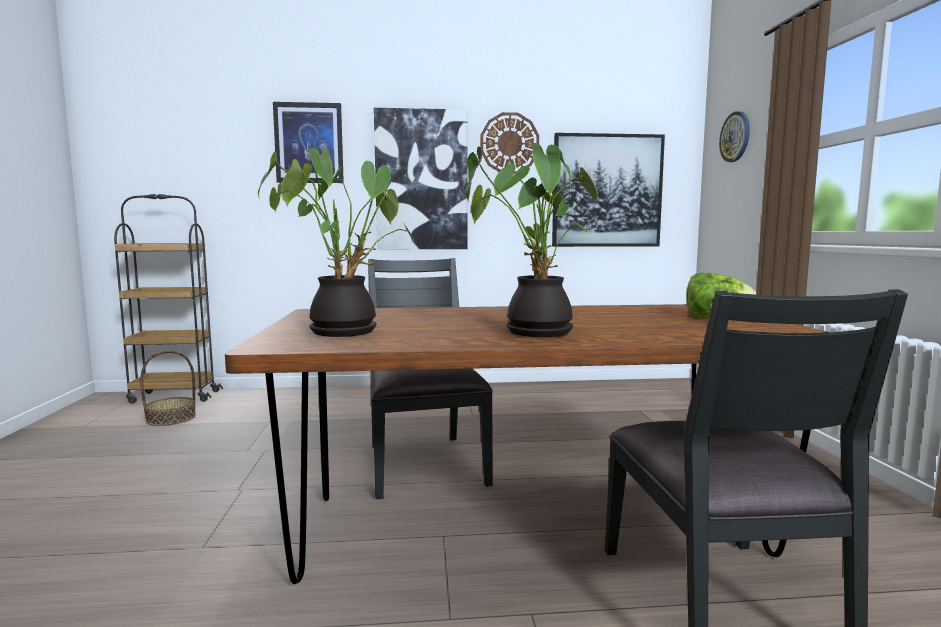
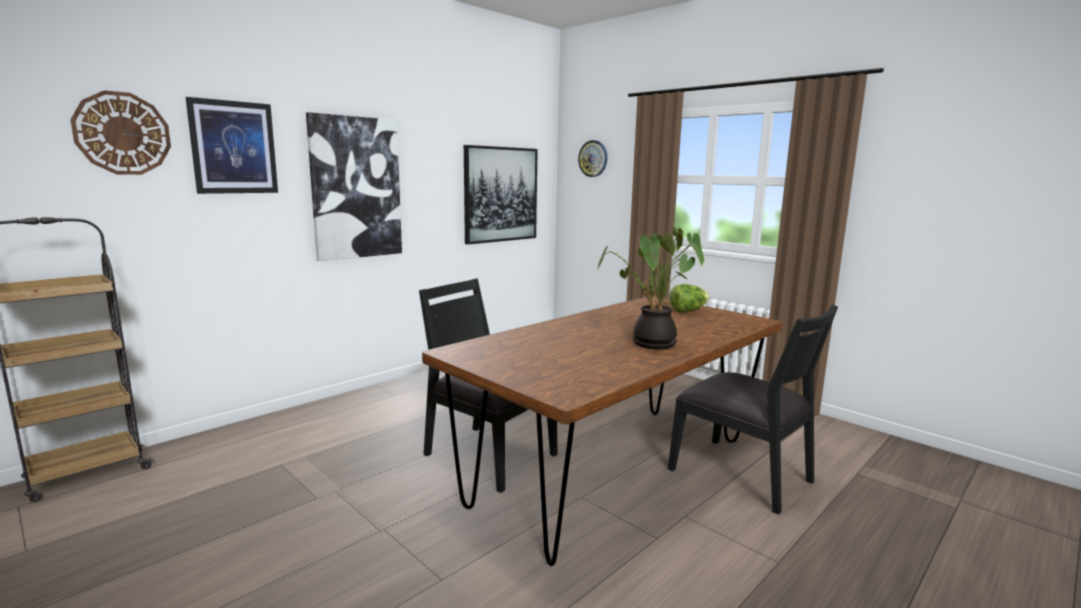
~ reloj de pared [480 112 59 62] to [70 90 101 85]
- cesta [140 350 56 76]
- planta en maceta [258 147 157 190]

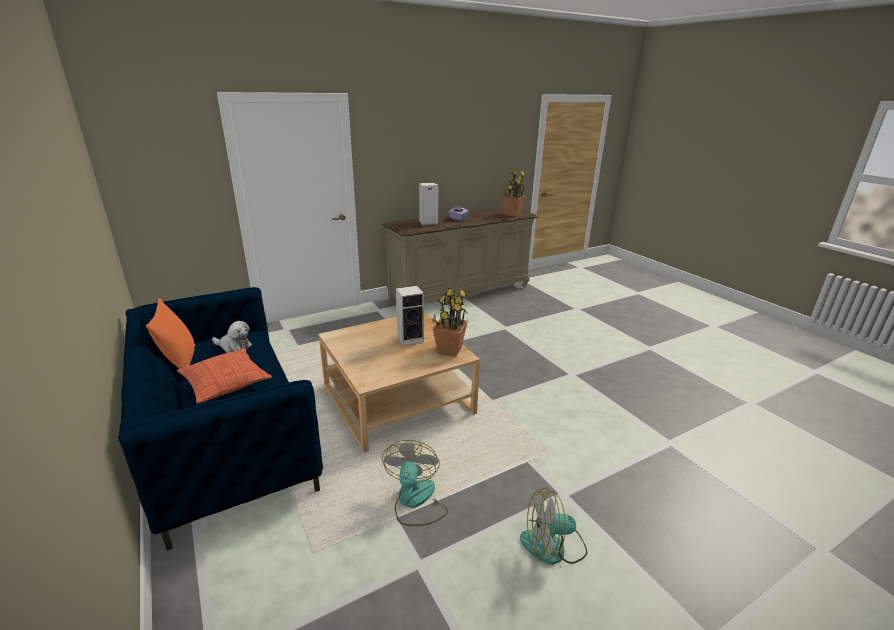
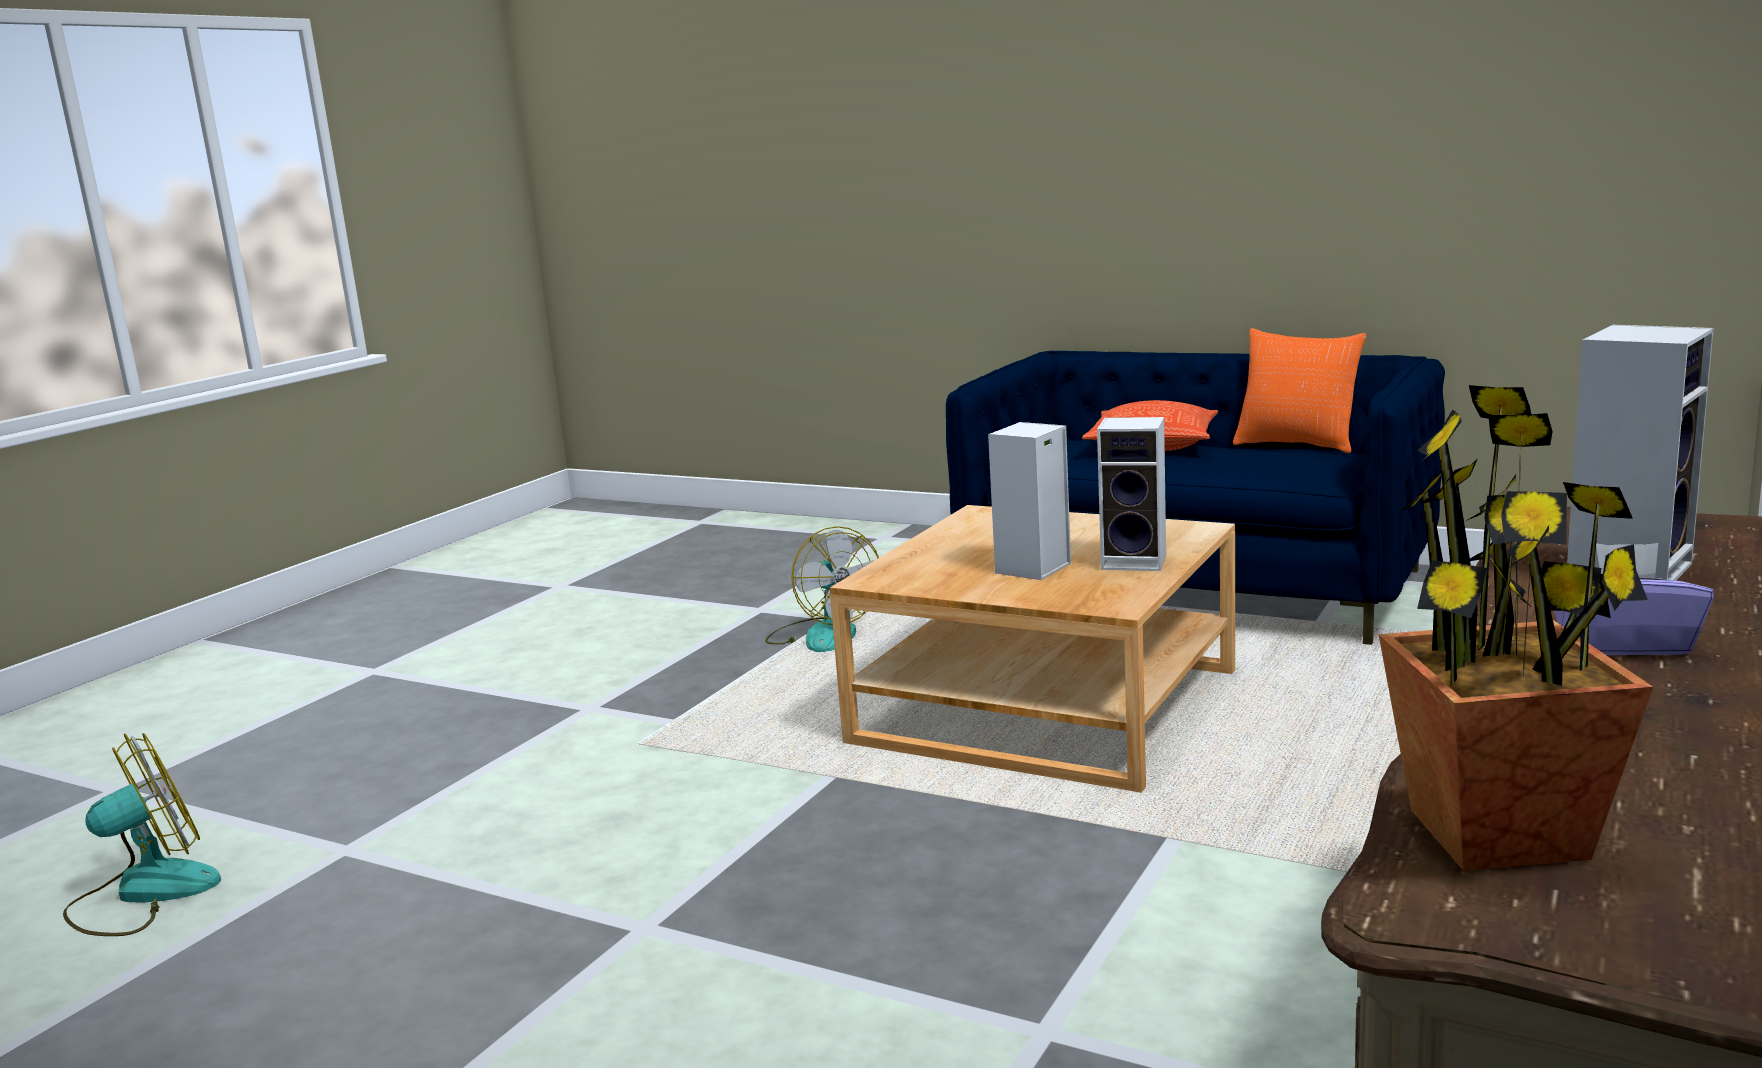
~ ventilador [520 487 67 78] to [63 733 158 203]
+ altavoz [1097 417 69 154]
- peluche [212 321 40 32]
- planta en maceta [432 288 36 68]

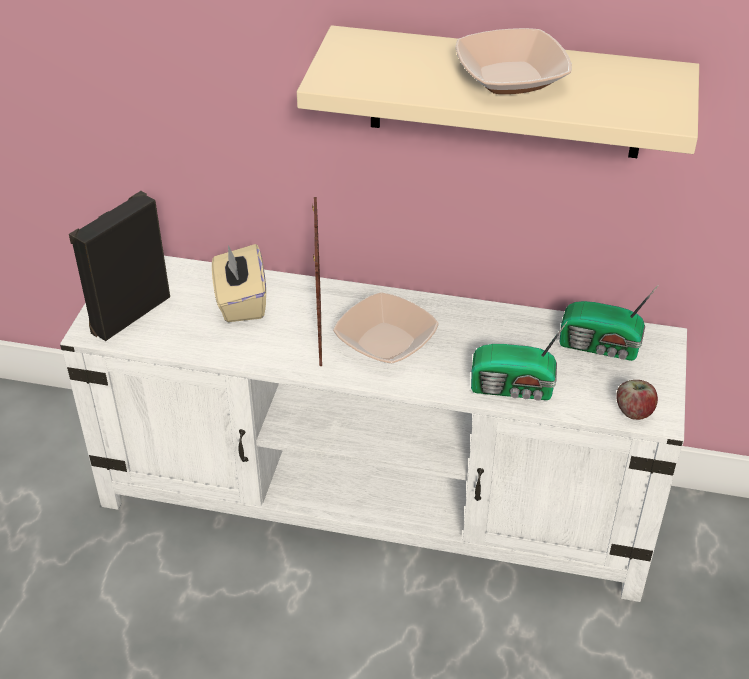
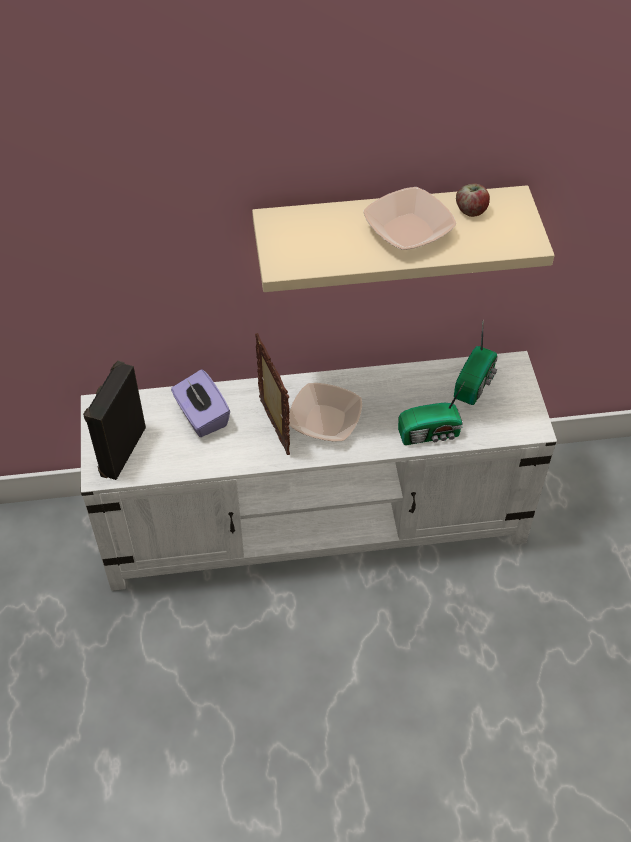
~ caja de pañuelos (beis) [212 244 54 78] to caja de pañuelos (morado) [171 369 59 68]
~ radio [559 284 100 77] = [454 324 44 81] 60 degrees counterclockwise
~ manzana [616 380 42 40] to [456 183 34 34]

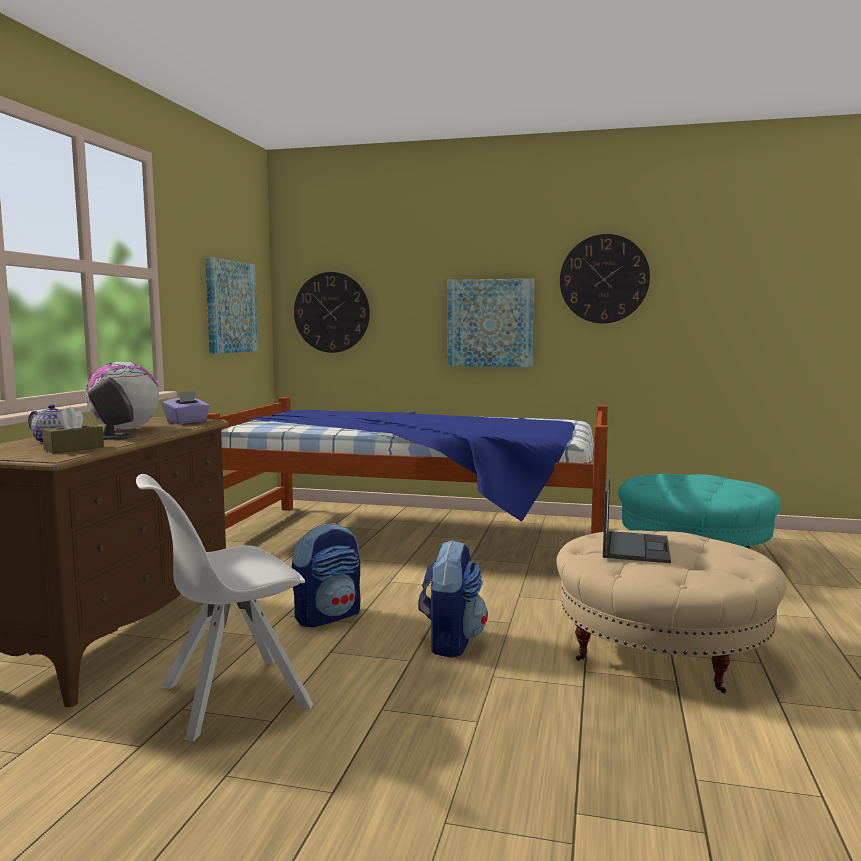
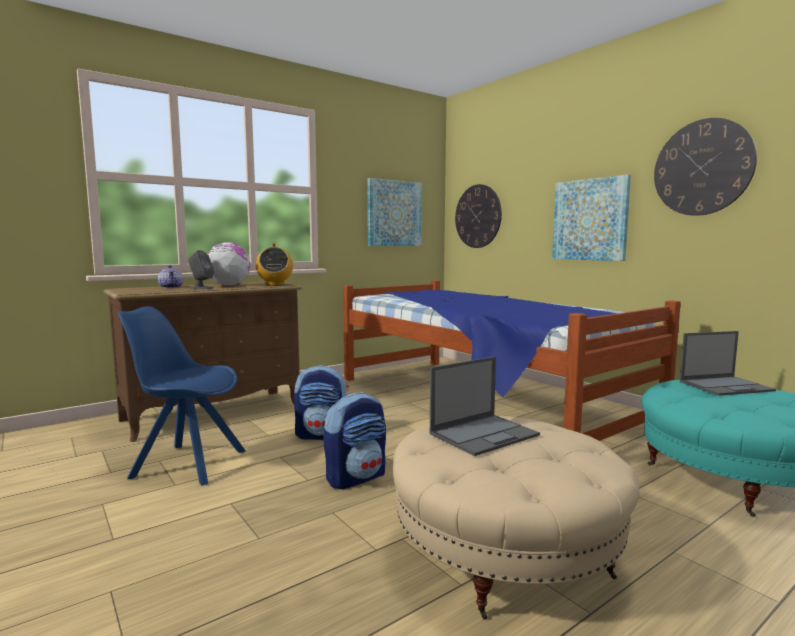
~ silla (blanco) [136 474 177 267] to silla (azul) [118 306 128 180]
~ caja de pañuelos (morado) [162 391 48 33] to radio [256 243 37 43]
+ portátil [680 331 96 65]
- caja de pañuelos (marrón) [42 407 62 46]

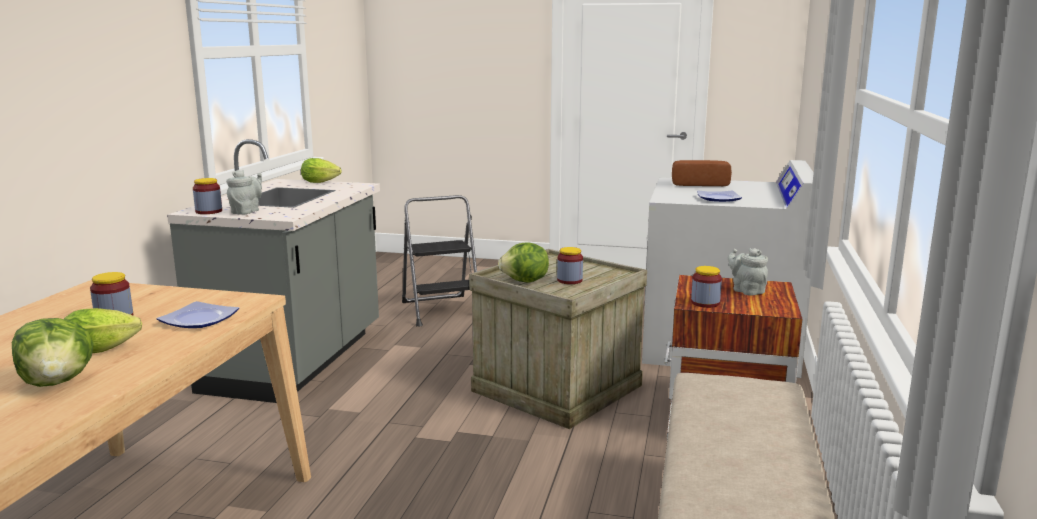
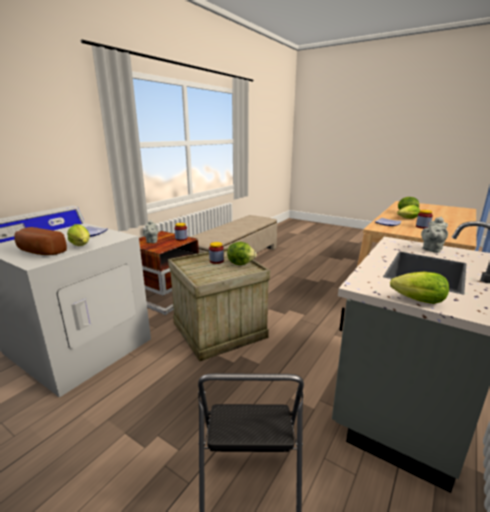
+ lechuga [67 224 23 22]
- tarro [193 178 29 36]

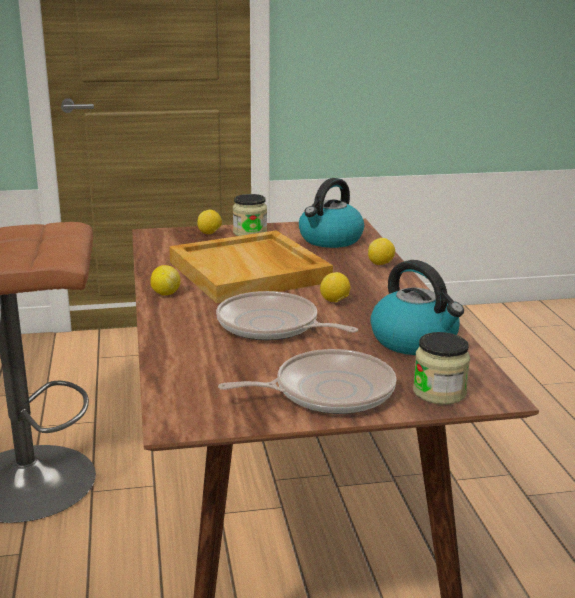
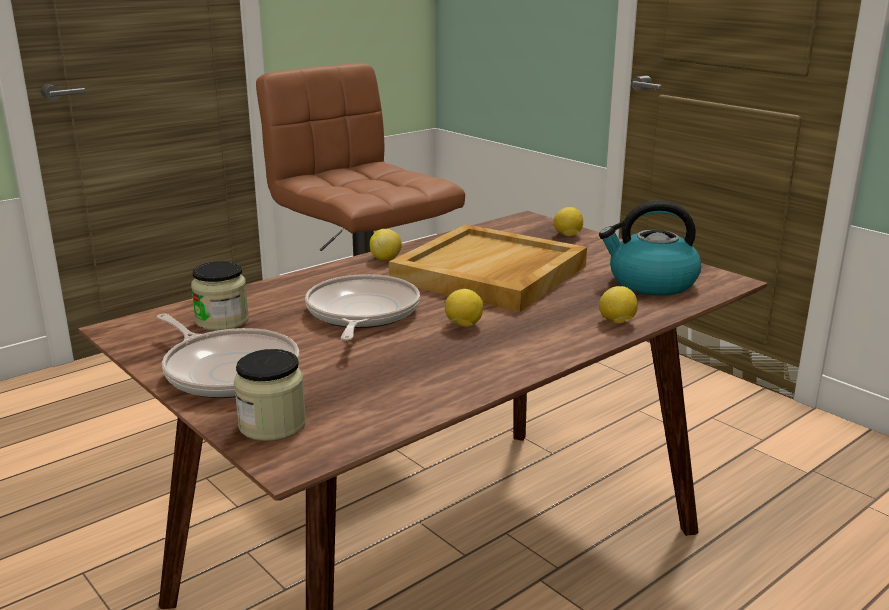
~ tarro [233 194 34 42] to [191 261 58 70]
- hervidor [370 260 94 95]

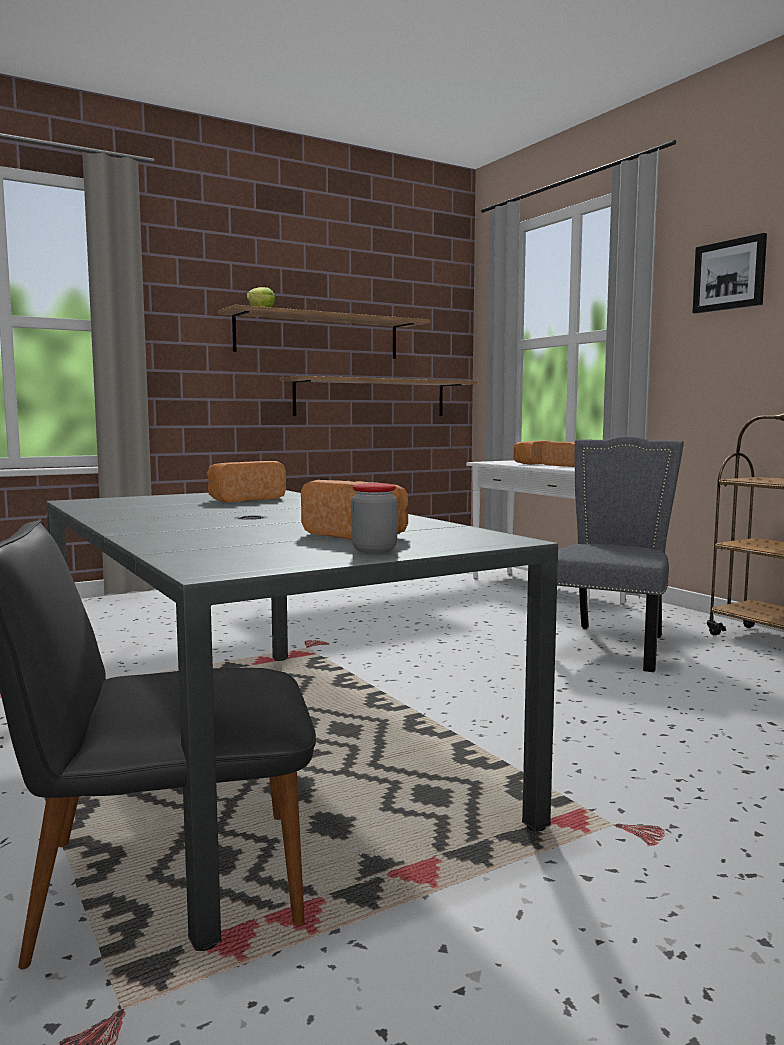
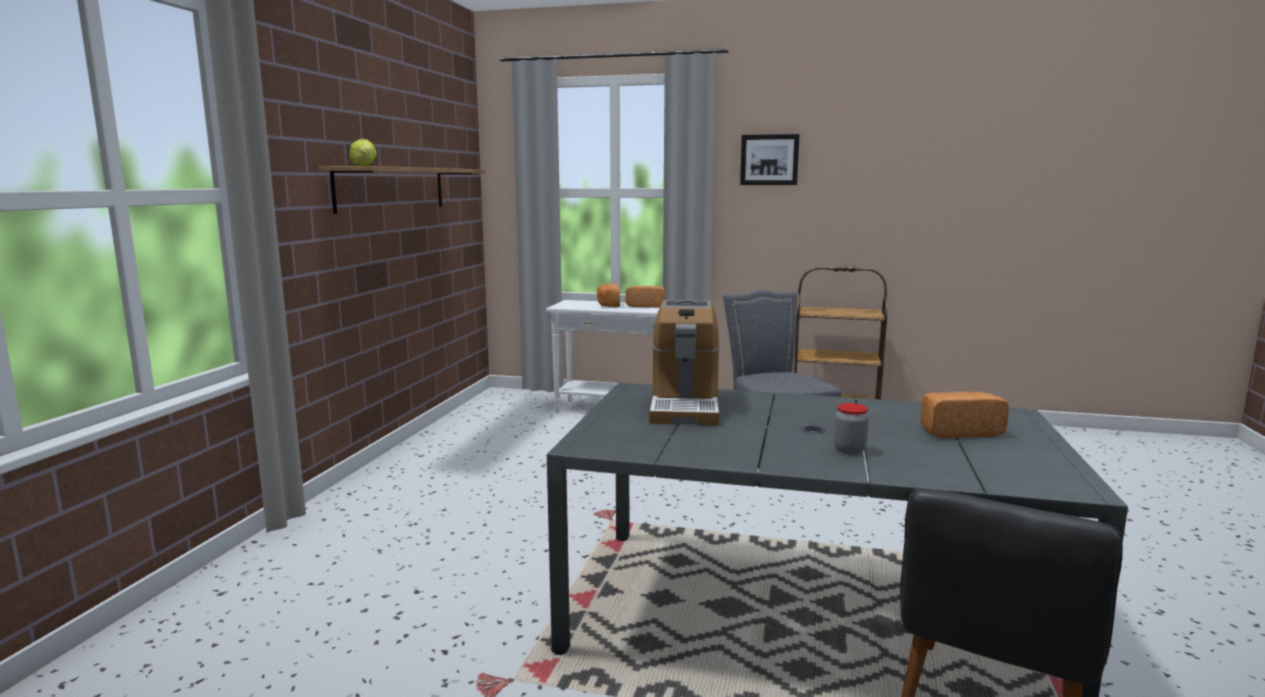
~ pan [207 461 79 41] to cafetera [649 300 71 125]
~ tarro [351 483 46 70] to [834 403 35 51]
- estante [279 376 198 40]

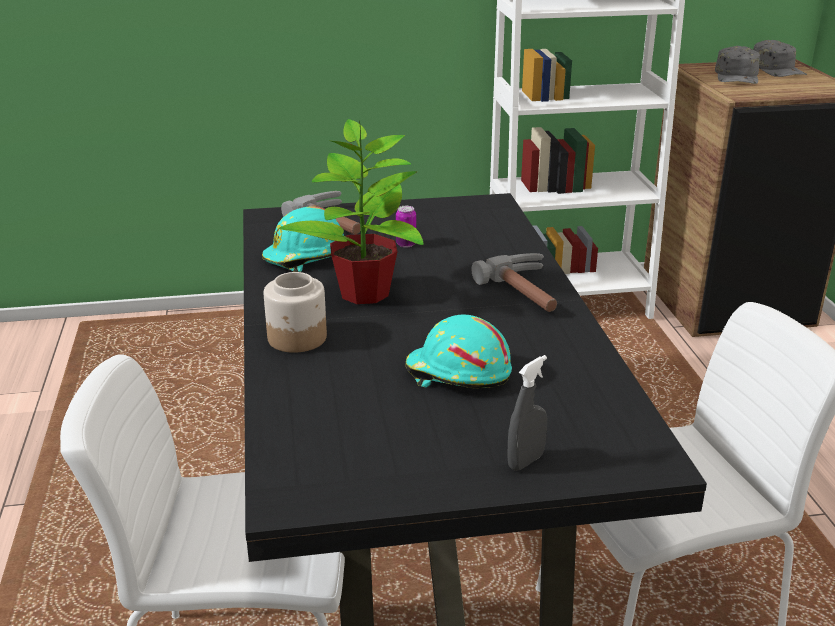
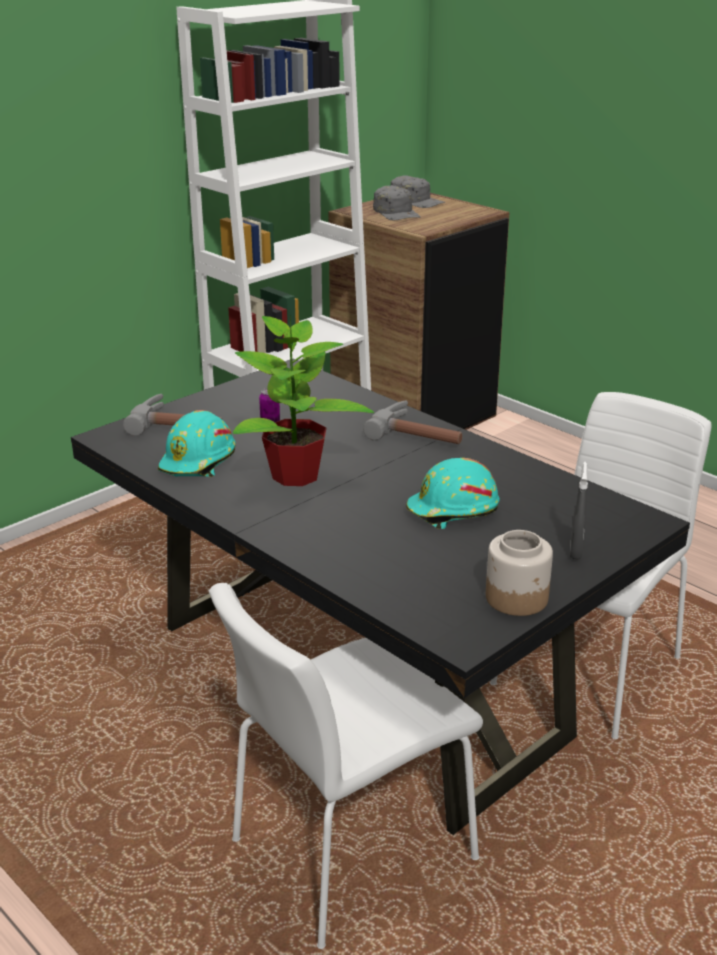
~ tarro [264 272 63 81] to [486 530 67 86]

